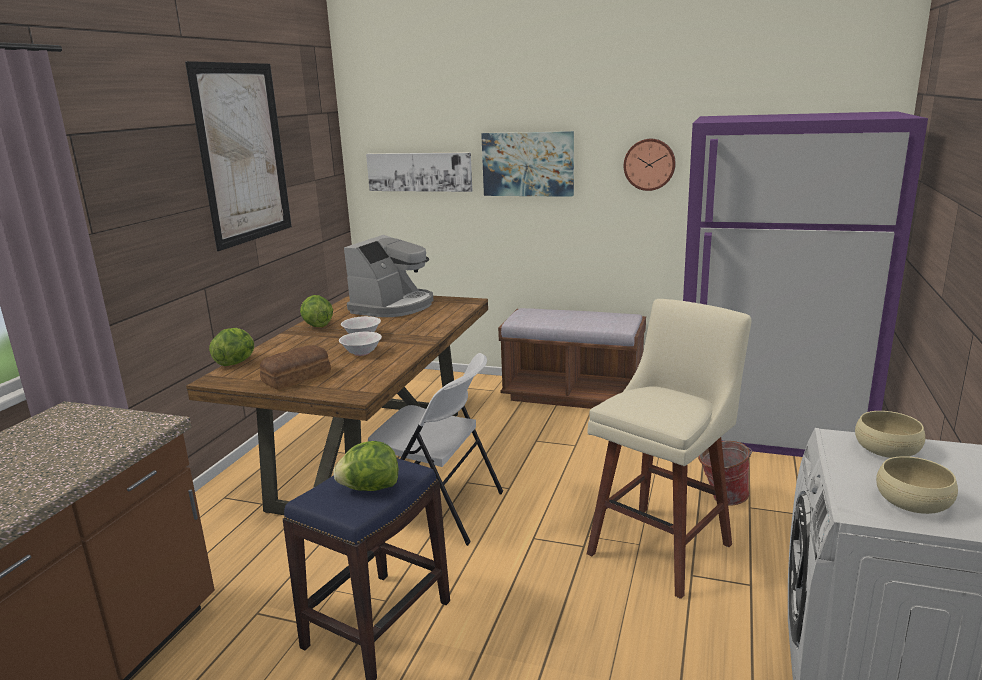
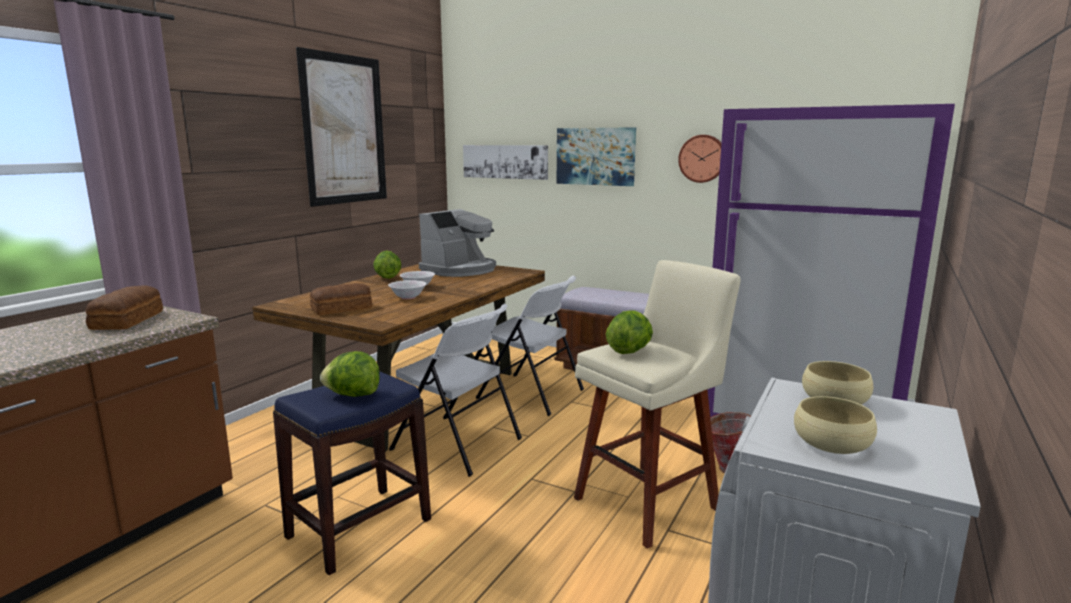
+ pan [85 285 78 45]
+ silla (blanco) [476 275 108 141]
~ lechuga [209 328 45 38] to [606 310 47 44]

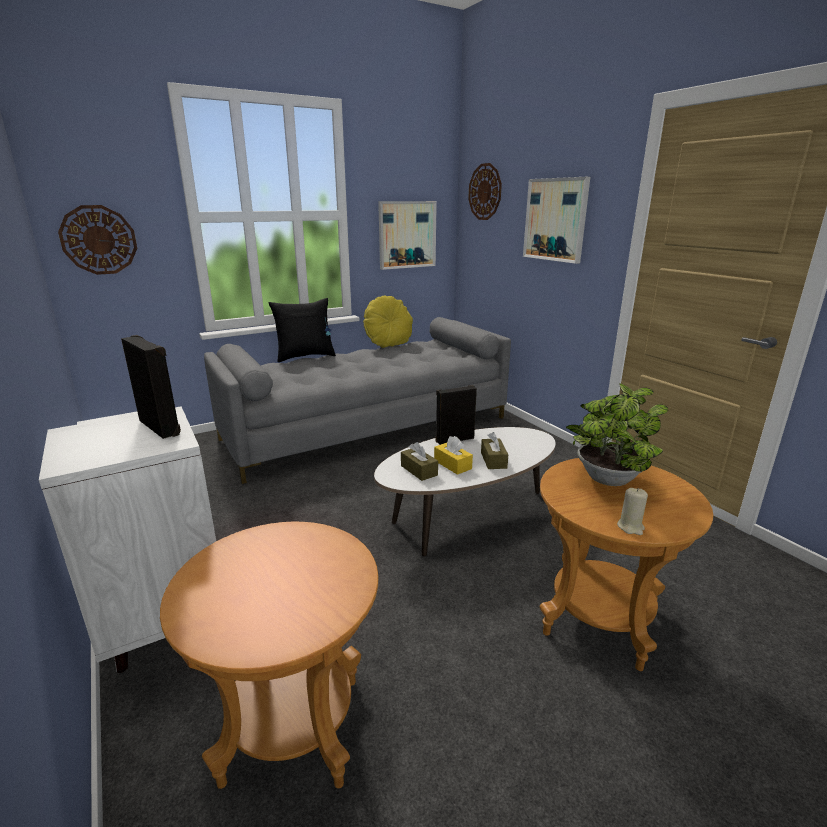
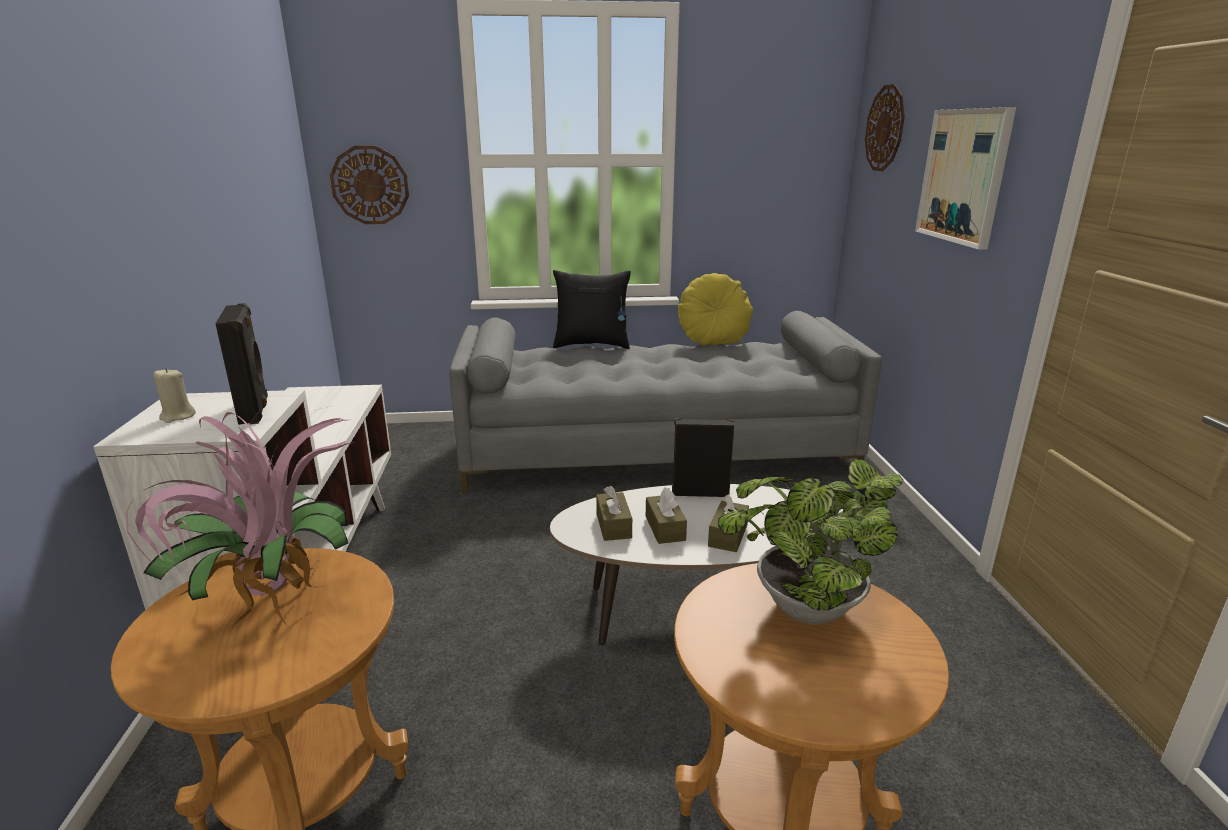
+ planta en maceta [126 408 229 222]
~ vela (beis) [617 488 31 47] to [154 368 42 55]
~ caja de pañuelos (amarillo) [434 436 39 39] to caja de pañuelos (marrón) [646 487 41 57]
- cuadro [378 201 59 69]

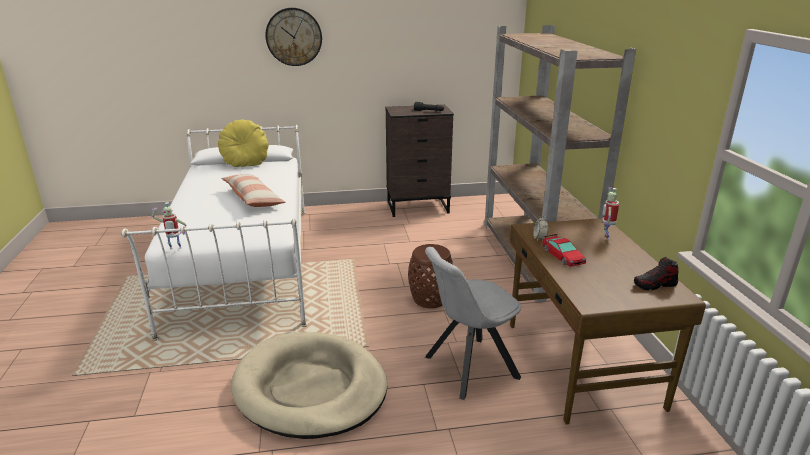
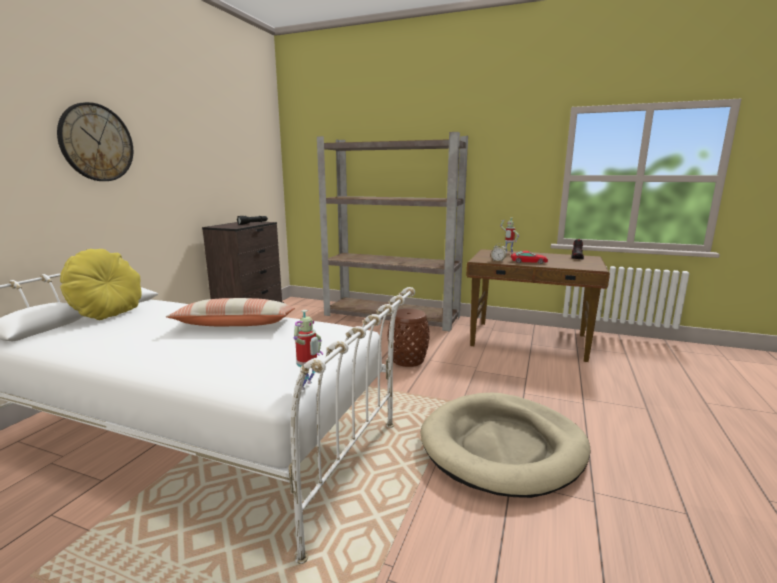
- silla (gris) [425 247 96 153]

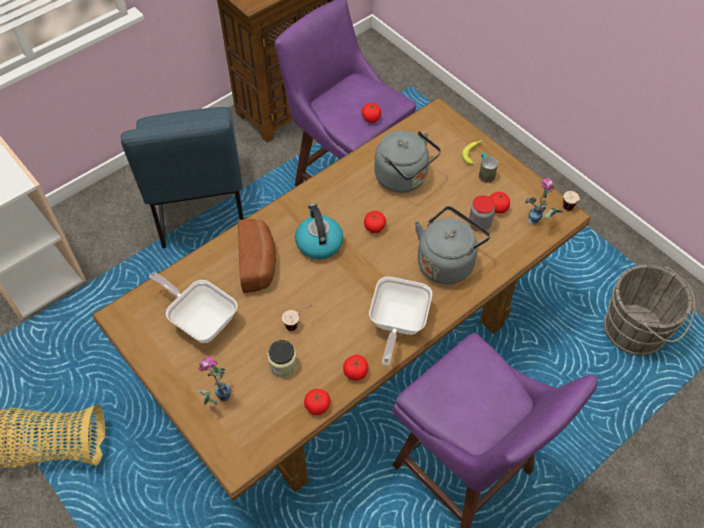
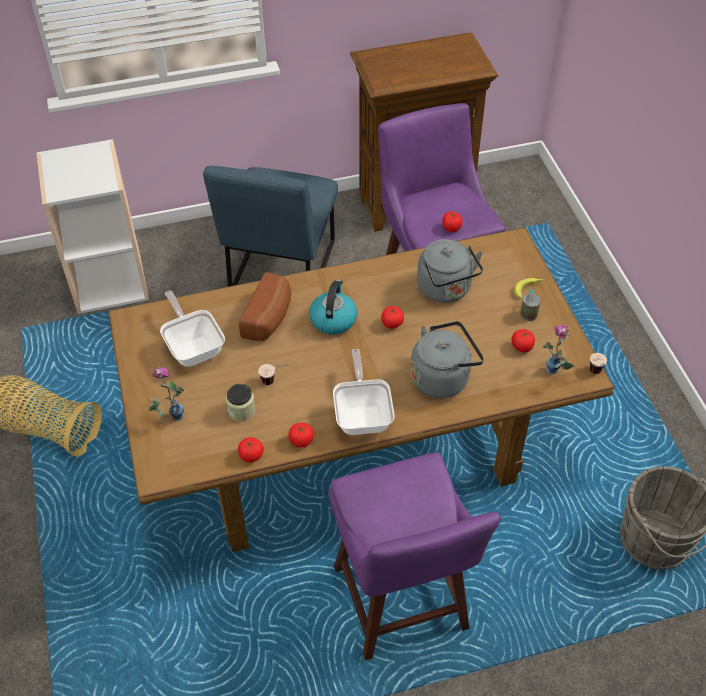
~ sartén [369 277 63 90] = [333 349 62 86] 135 degrees clockwise
- tarro [469 195 26 36]

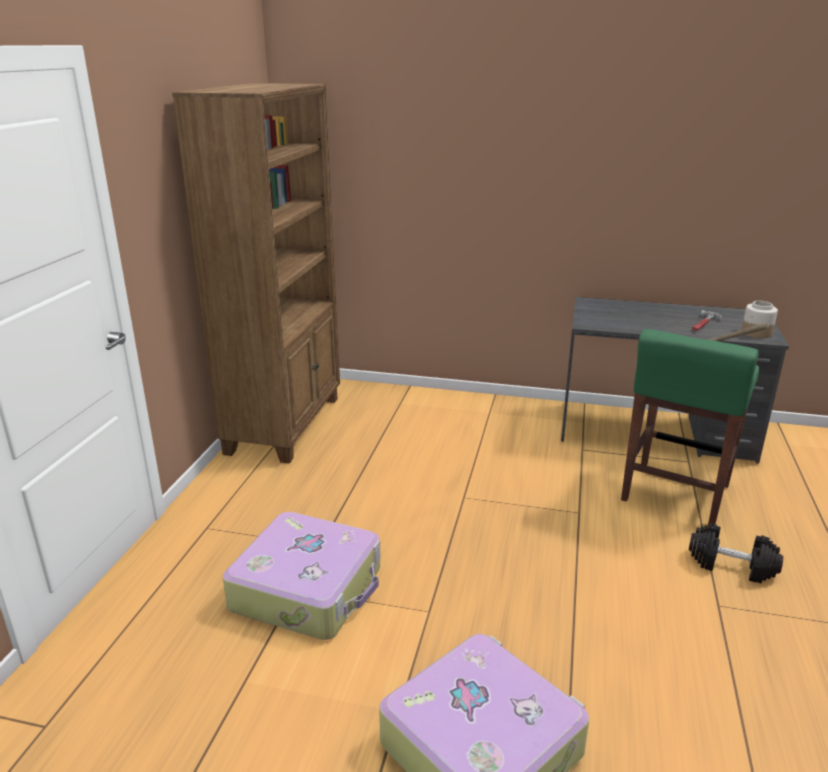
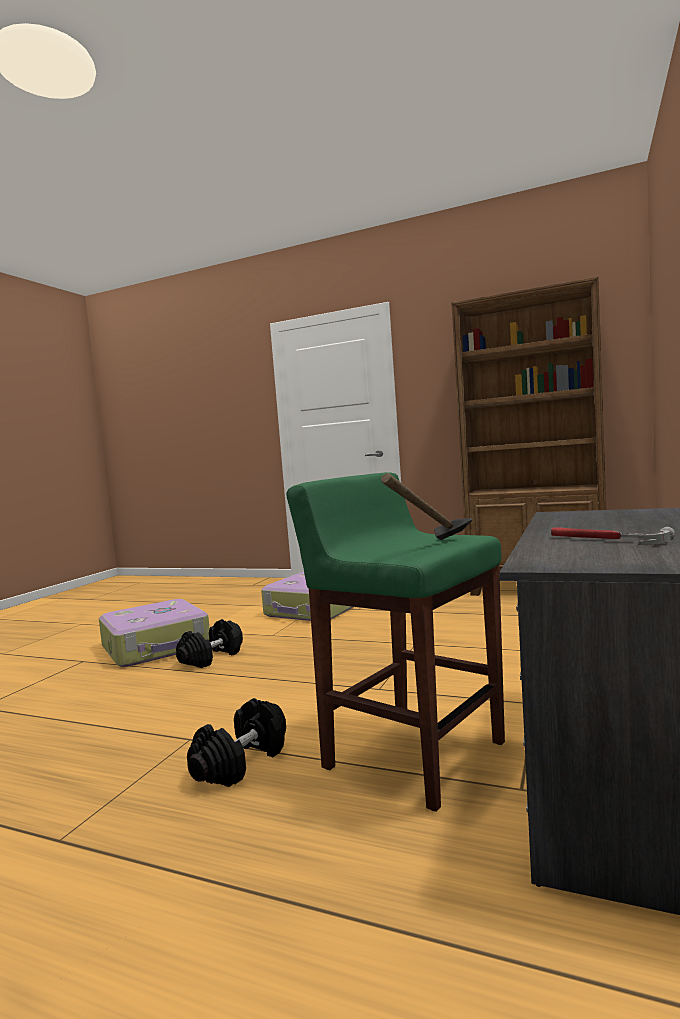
+ mancuerna (negro) [176 619 67 49]
- tarro [742 301 36 37]

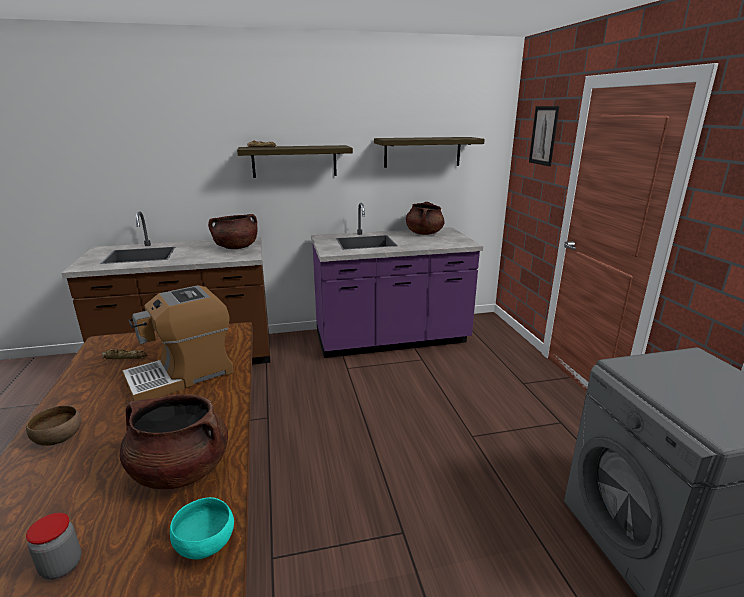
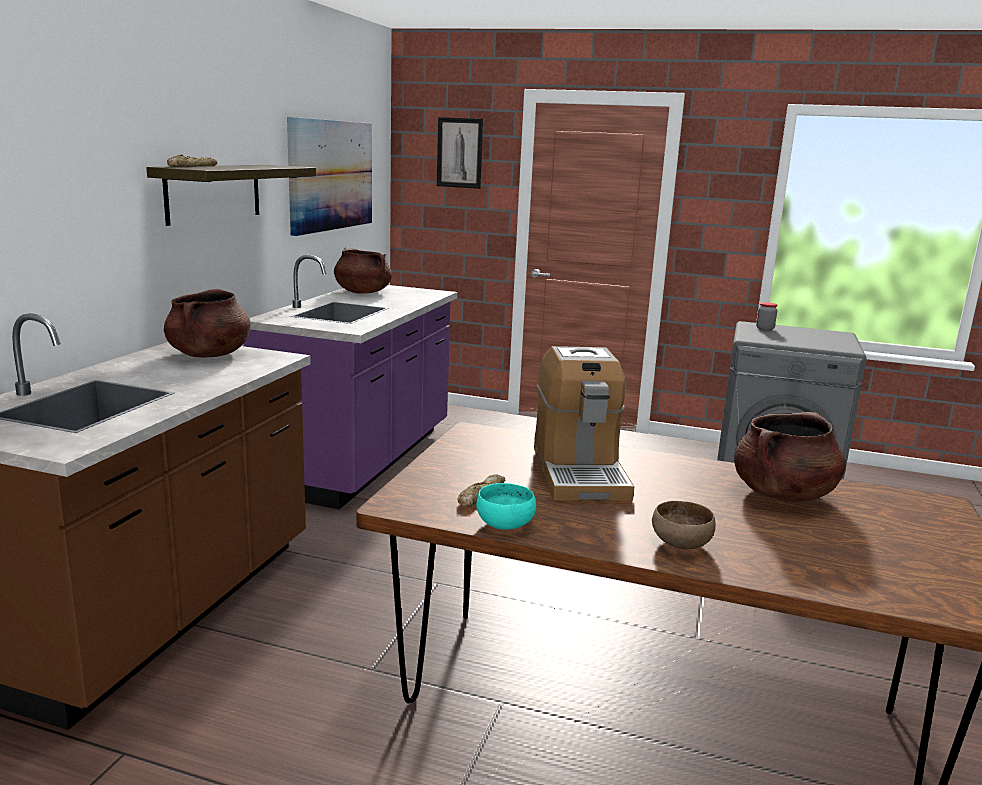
~ estante [374 137 111 31] to cuadro [287 117 85 119]
~ cuenco (turquesa) [170 497 64 63] to [476 483 60 47]
~ tarro [26 513 55 67] to [756 302 22 29]

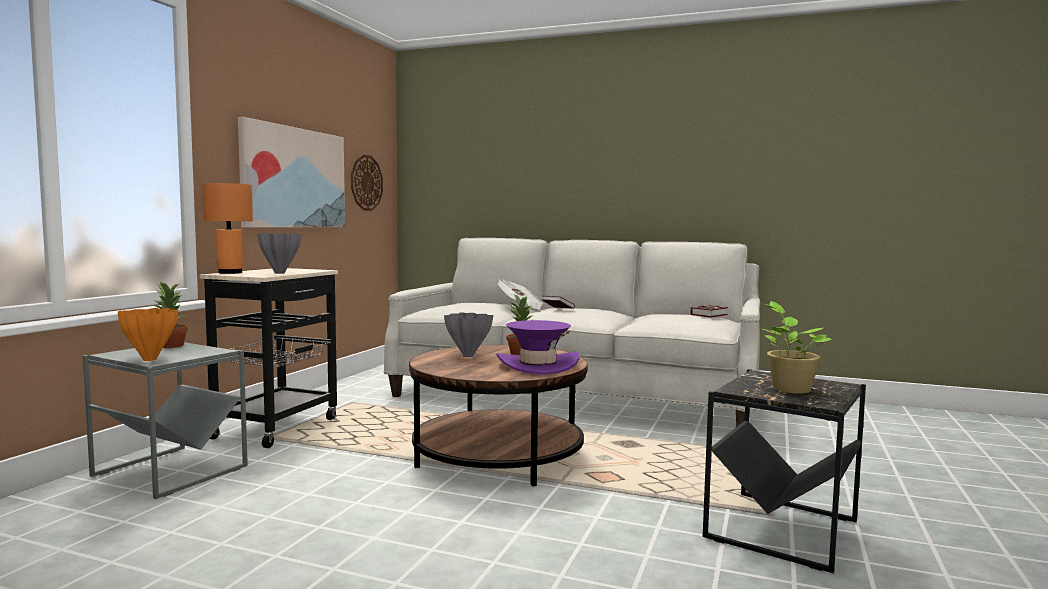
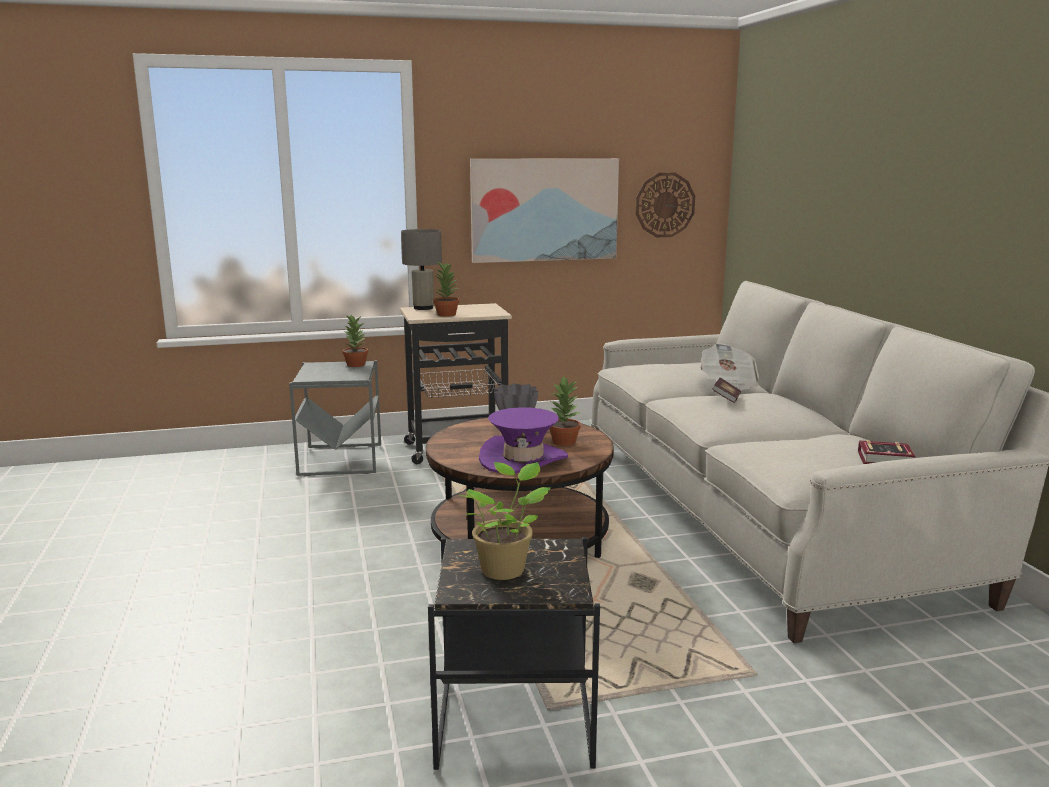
~ lámpara de mesa (naranja) [202 183 51 91] to lámpara de mesa (gris) [401 229 41 81]
~ florero (gris) [257 234 45 40] to planta en maceta [433 261 26 56]
- florero (naranja) [118 308 60 53]

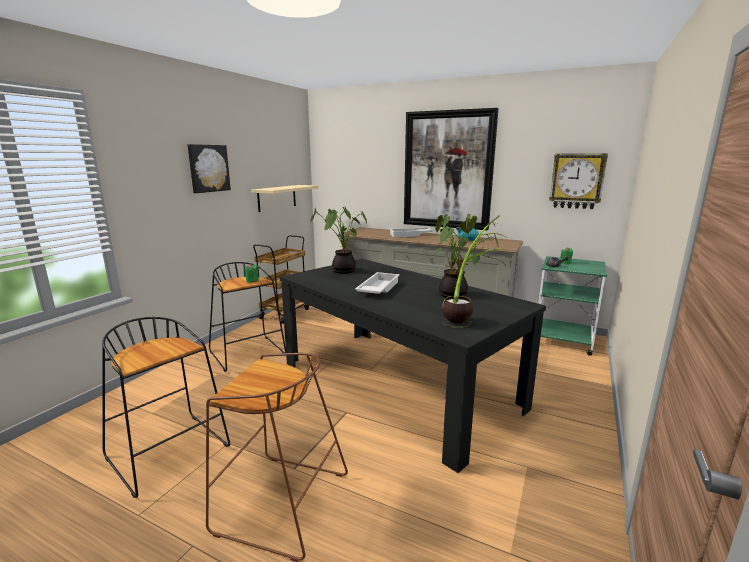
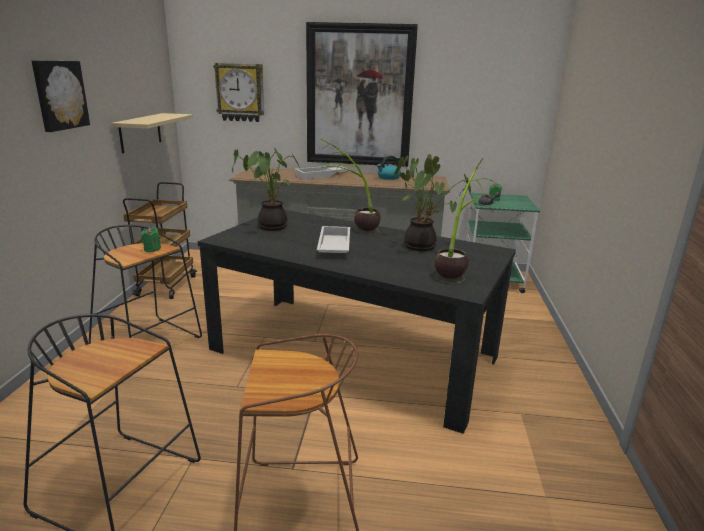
~ reloj de pared [549 153 59 56] to [213 63 51 59]
+ planta en maceta [321 139 60 96]

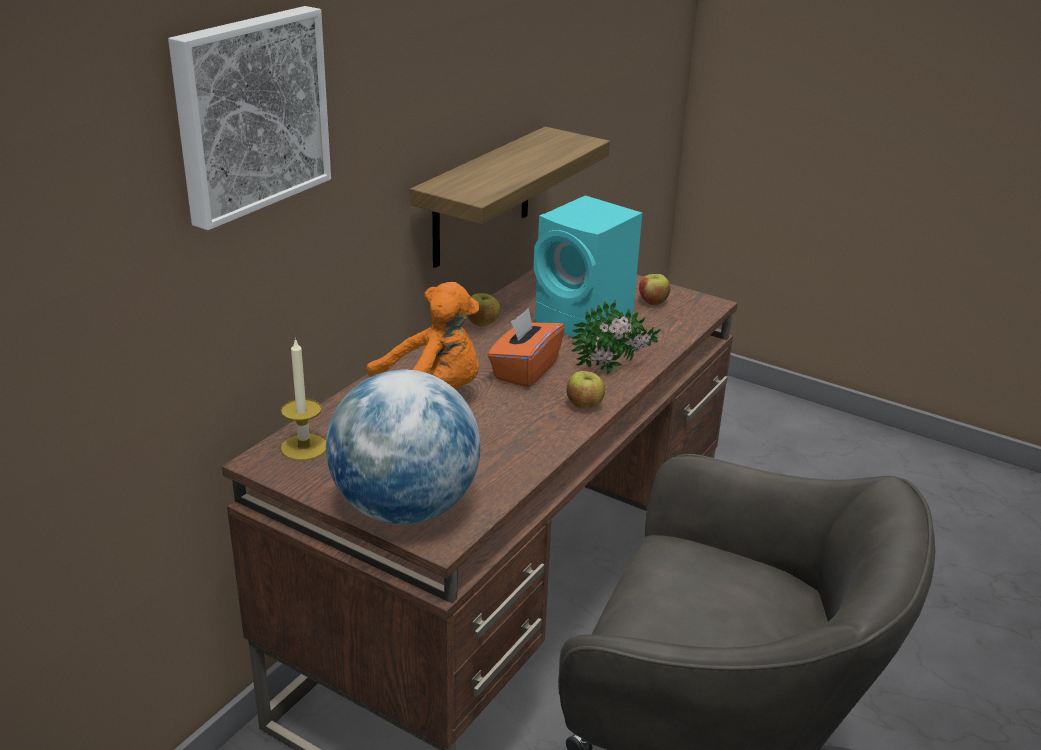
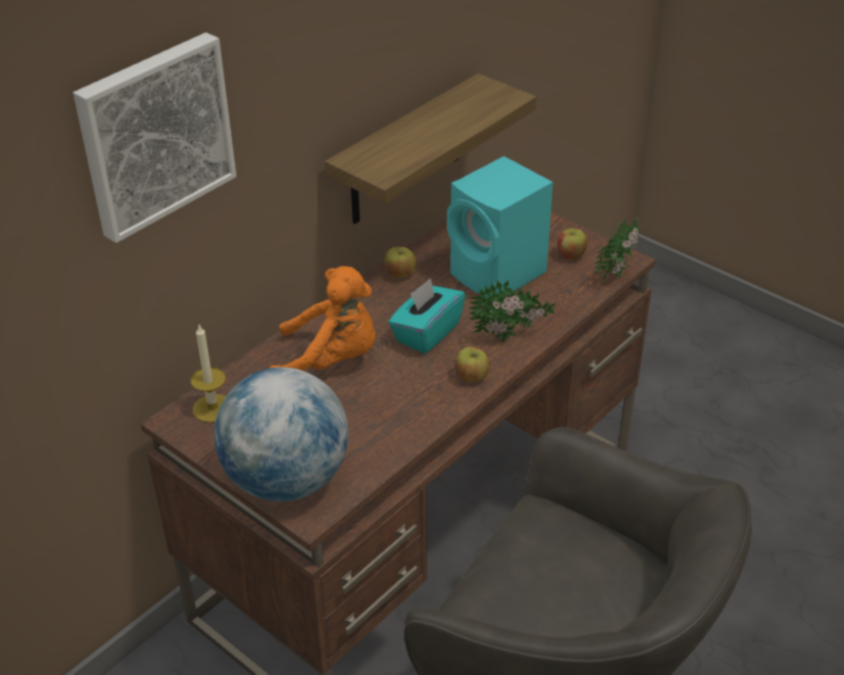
~ caja de pañuelos (naranja) [487 308 77 80] to caja de pañuelos (turquesa) [388 278 77 76]
+ planta en maceta [595 219 45 64]

